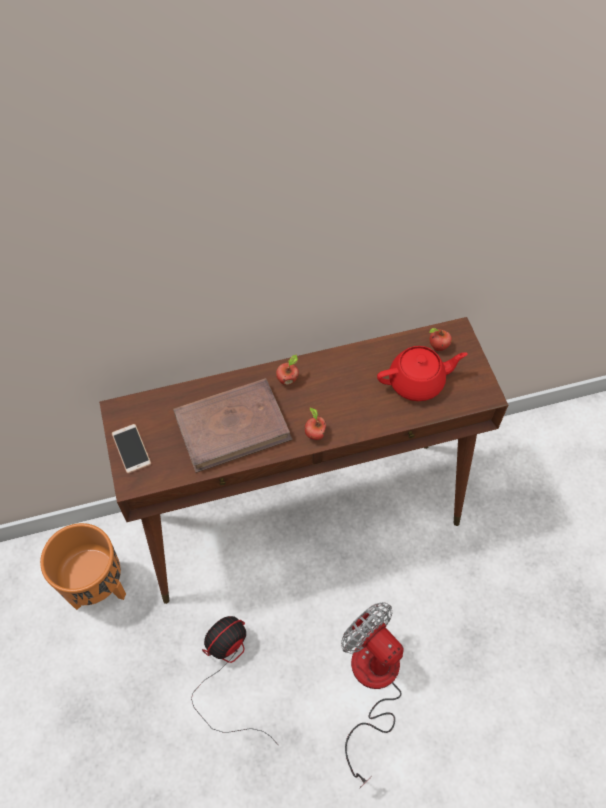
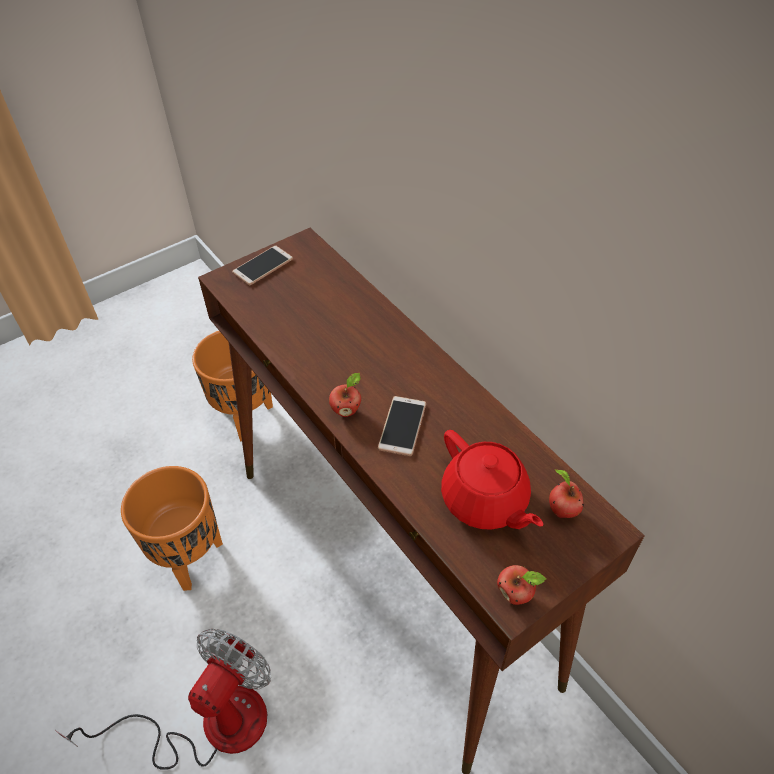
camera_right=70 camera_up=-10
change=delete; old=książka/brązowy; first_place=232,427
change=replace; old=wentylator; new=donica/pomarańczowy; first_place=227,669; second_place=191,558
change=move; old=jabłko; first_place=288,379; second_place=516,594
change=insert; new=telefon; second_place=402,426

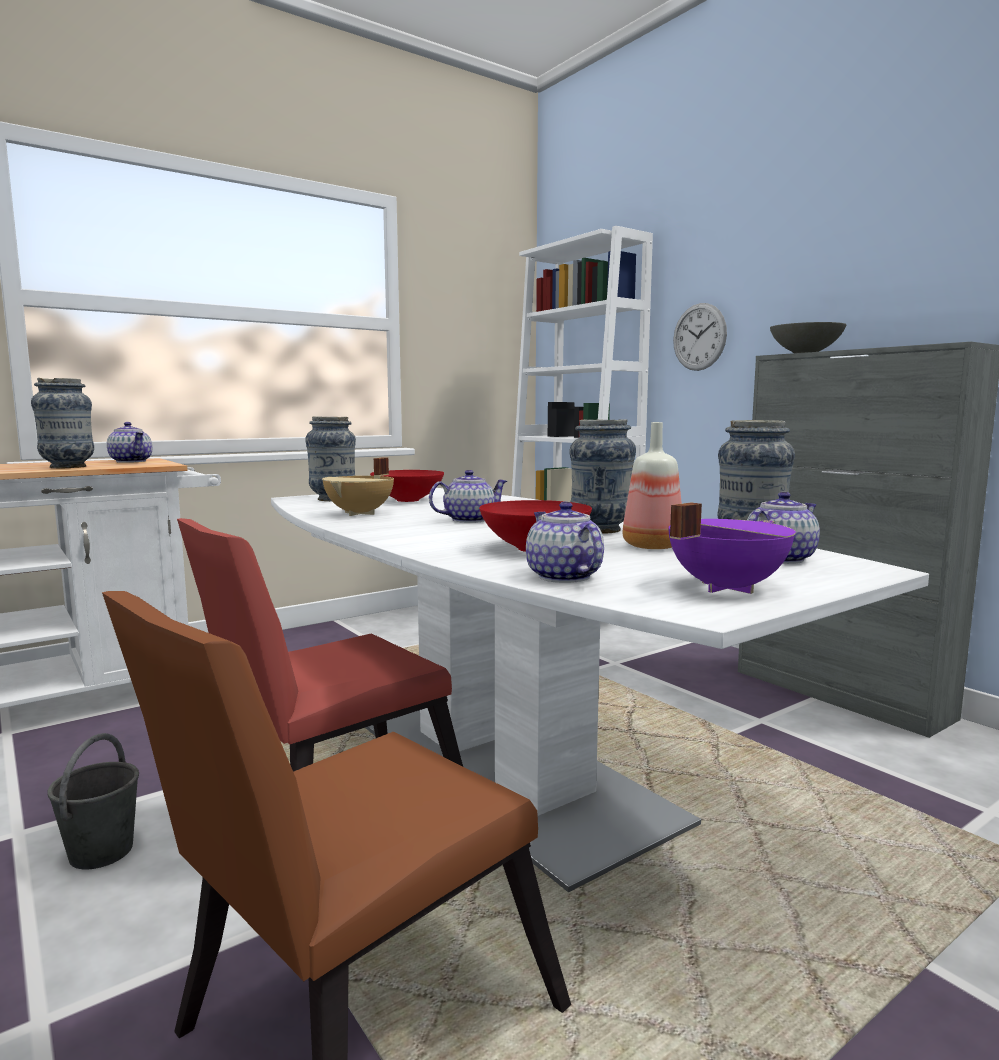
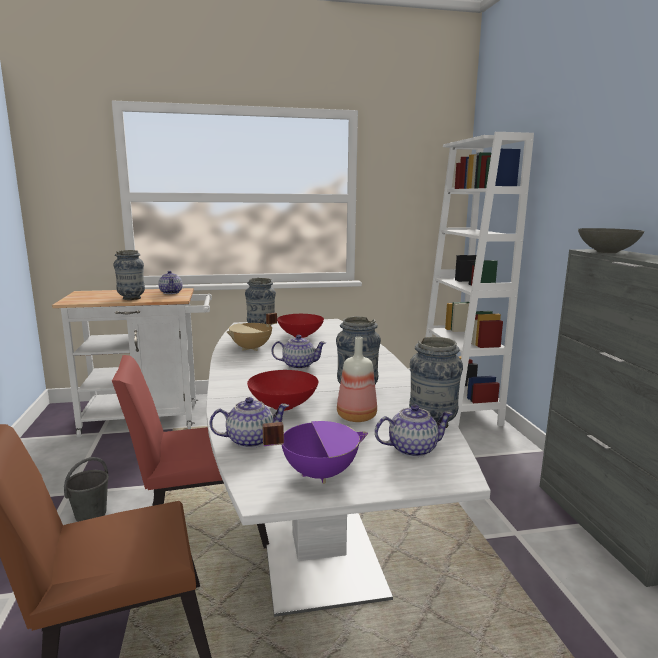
camera_right=25 camera_up=5
change=rotate; old=imbryk; first_place=563,577; second_place=250,440; degrees=75
change=delete; old=zegar ścienny; first_place=699,337

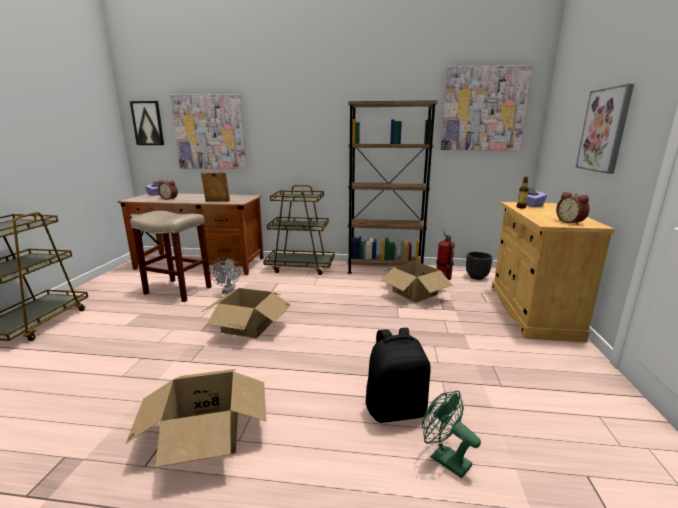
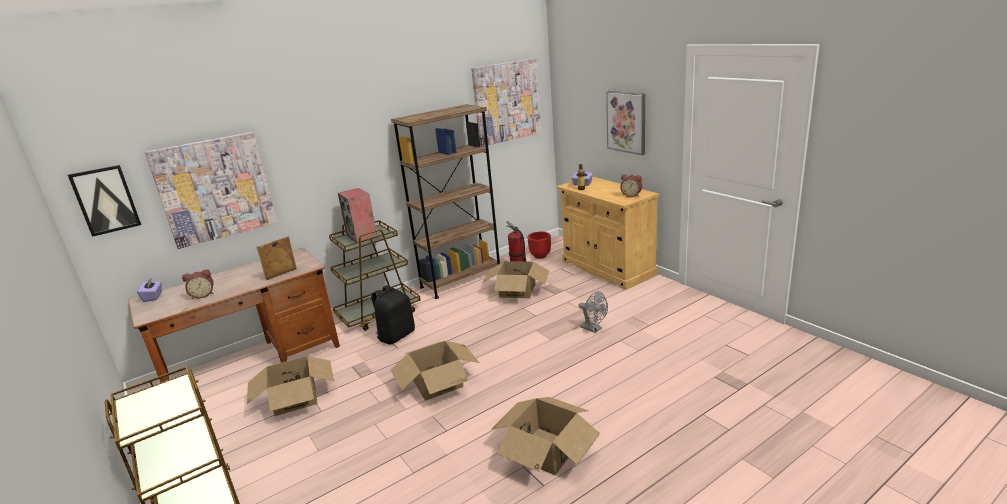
camera_right=-40 camera_up=5
change=replace; old=stołek/beżowy; new=karton; first_place=177,290; second_place=295,398
change=move; old=wentylator/szary; first_place=228,291; second_place=594,329
change=move; old=plecak/czarny; first_place=395,409; second_place=396,336
change=delete; old=wentylator/zielony; first_place=444,459
change=recolor; old=donica/czarny; new=donica/czerwony; first_place=477,277; second_place=540,256
change=insert; new=głośnik; second_place=362,236

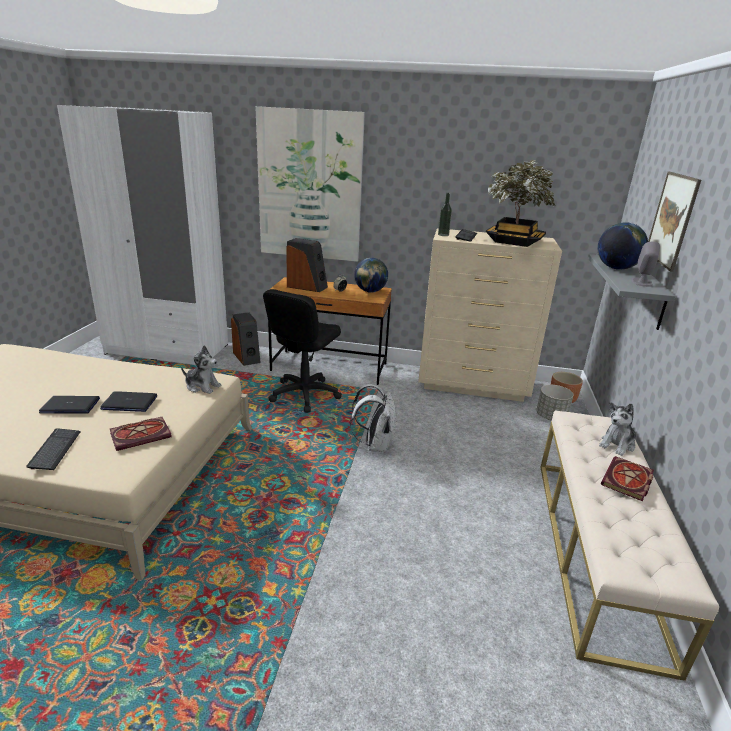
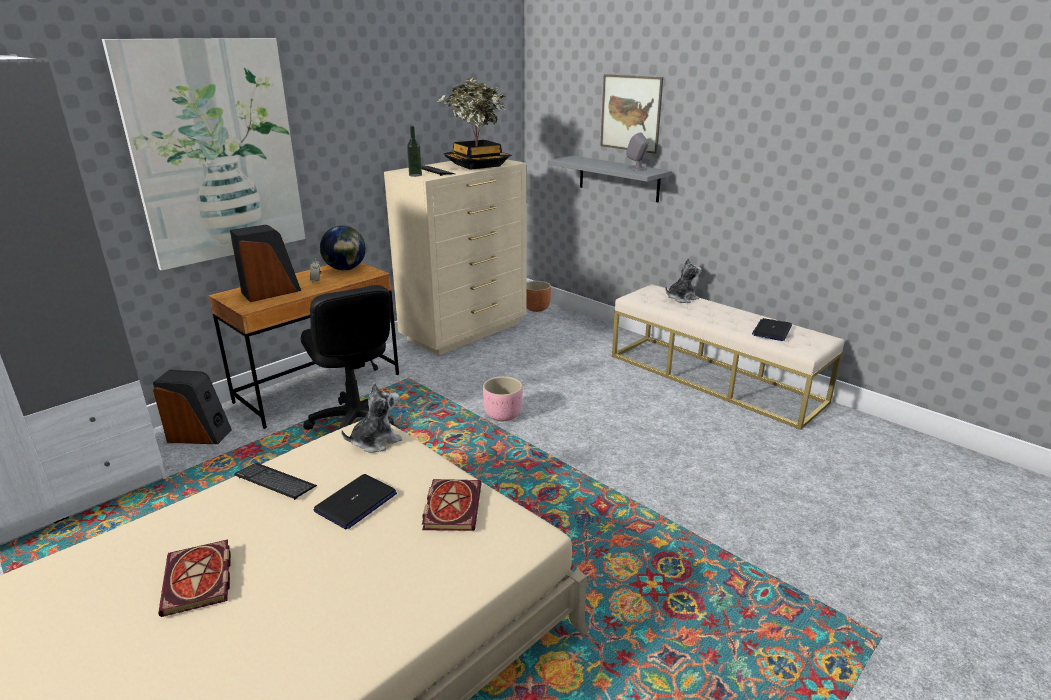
camera_right=-55 camera_up=0
change=move; old=klawiatura; first_place=55,450; second_place=275,482
change=move; old=laptop; first_place=71,406; second_place=772,330
change=replace; old=plecak/biały; new=donica/różowy; first_place=375,445; second_place=502,415
change=delete; old=donica/szary; first_place=551,417
change=delete; old=globus; first_place=616,268
change=rotate; old=pluszak; first_place=617,444; second_place=681,298; degrees=-105
change=move; old=książka; first_place=628,481; second_place=199,581

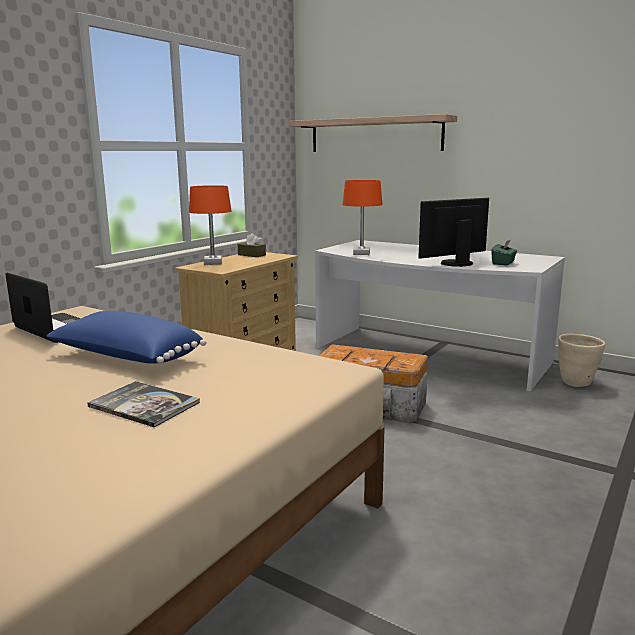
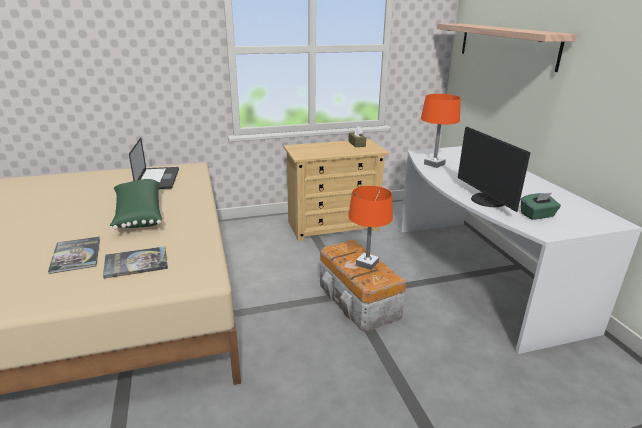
camera_right=40 camera_up=10
change=recolor; old=poduszka/niebieski; new=poduszka/zielony; first_place=126,358; second_place=138,215
change=move; old=lampa stołowa/pomarańczowy; first_place=213,263; second_place=367,263
change=rotate; old=monitor; first_place=455,263; second_place=486,201; degrees=-120
change=delete; old=donica/beżowy; first_place=576,383
change=insert; new=książka; second_place=136,263

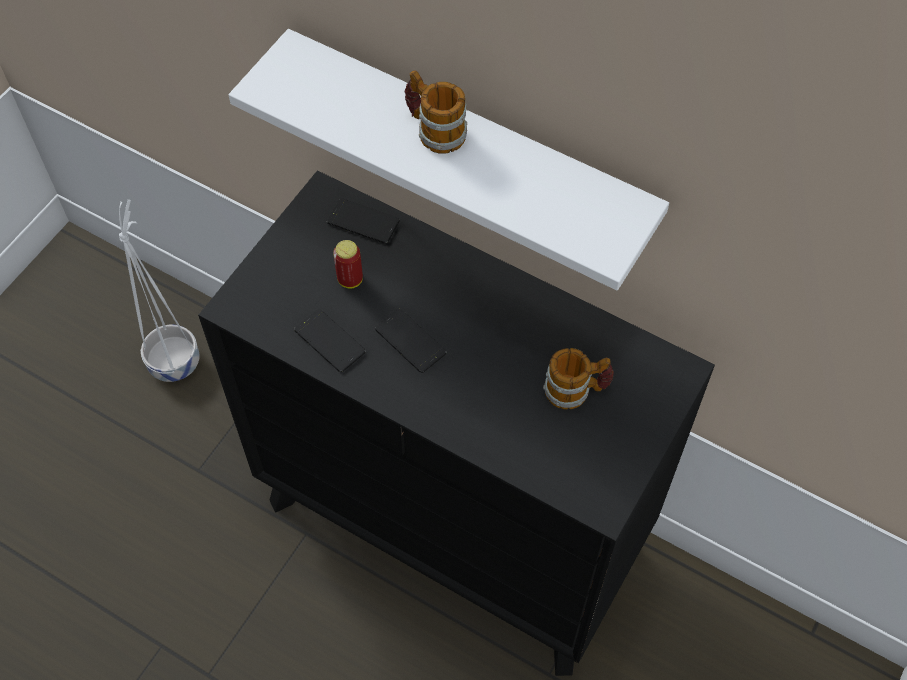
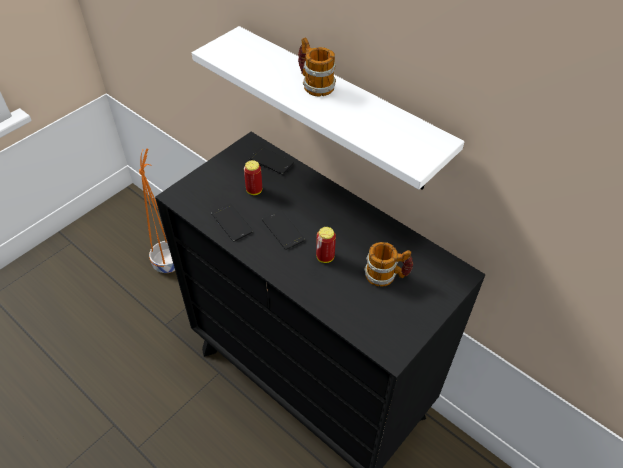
camera_right=10 camera_up=-10
change=recolor; old=donica/biały; new=donica/pomarańczowy; first_place=174,360; second_place=168,262
change=insert; new=puszka; second_place=325,257

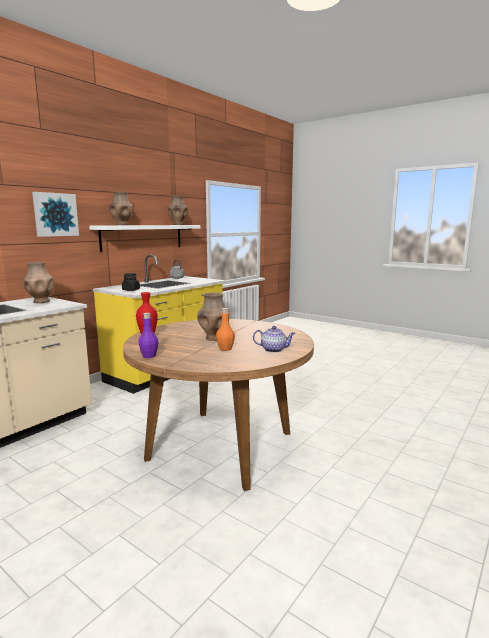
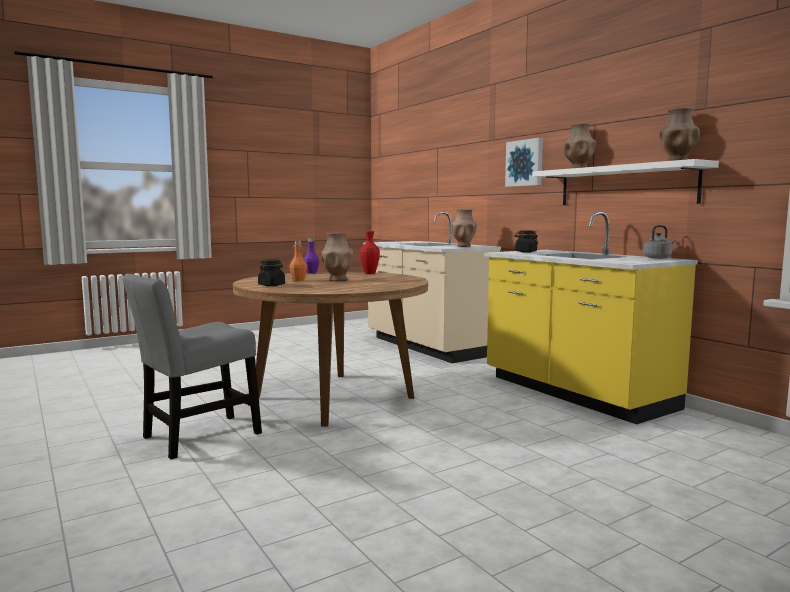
camera_right=110 camera_up=-5
change=replace; old=imbryk; new=słoik/czarny; first_place=274,350; second_place=271,285
change=insert; new=krzesło/szary; second_place=196,437

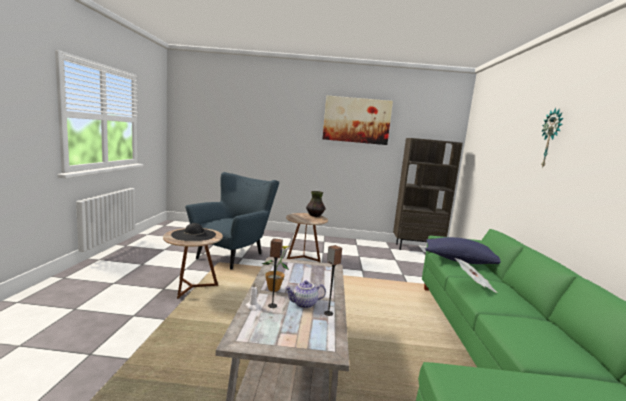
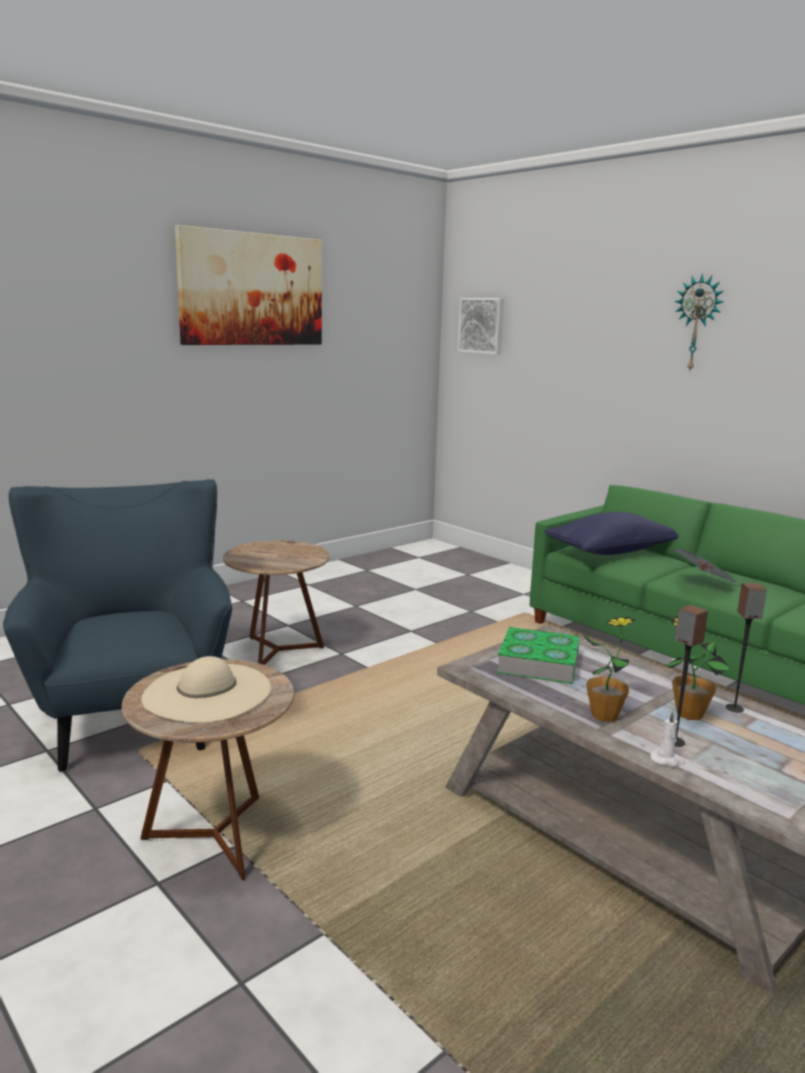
camera_right=-45 camera_up=5
change=recolor; old=kapelusz/czarny; new=kapelusz/beżowy; first_place=193,235; second_place=207,692
change=replace; old=imbryk; new=roślina doniczkowa; first_place=304,304; second_place=689,714
change=delete; old=wazon; first_place=315,215
change=delete; old=regał/brązowy; first_place=417,248
change=insert; new=obraz; second_place=482,325
change=insert; new=książka; second_place=538,662

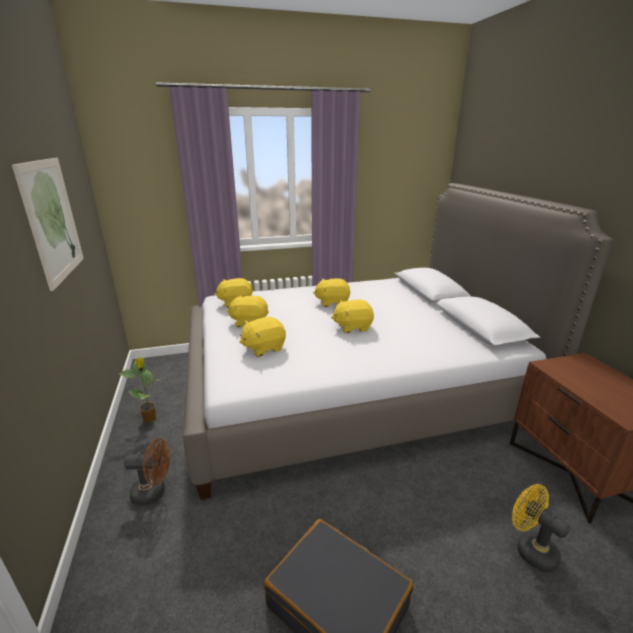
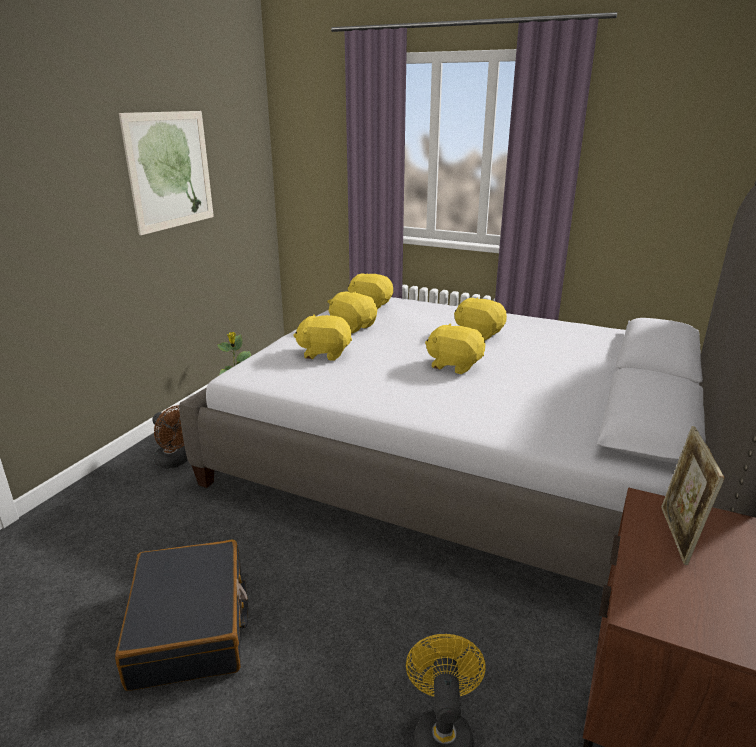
camera_right=40 camera_up=0
change=insert; new=ramka na zdjęcie; second_place=678,536

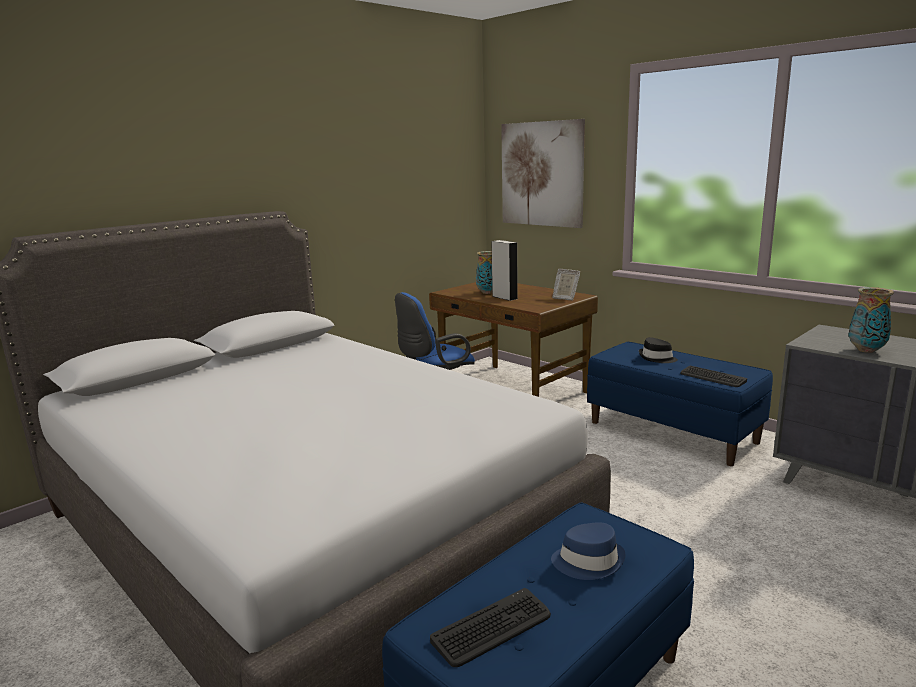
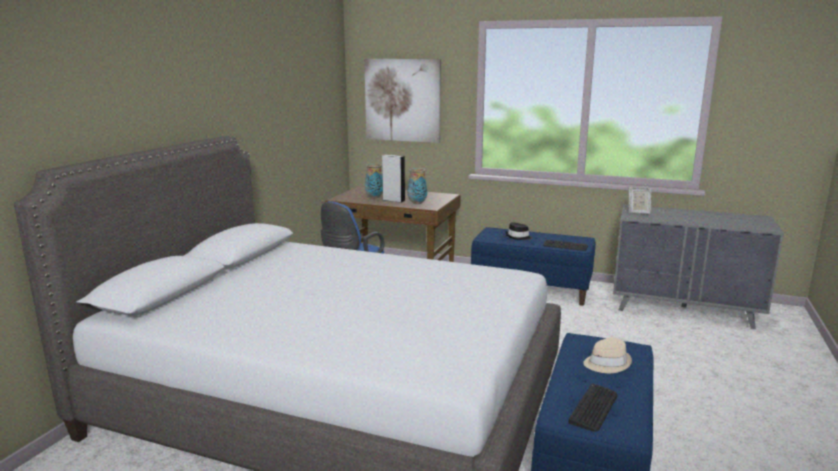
camera_right=-25 camera_up=0
change=recolor; old=kapelusz/niebieski; new=kapelusz/beżowy; first_place=588,561; second_place=606,363
change=move; old=ramka na zdjęcie; first_place=565,298; second_place=638,212
change=move; old=wazon; first_place=866,350; second_place=417,203

